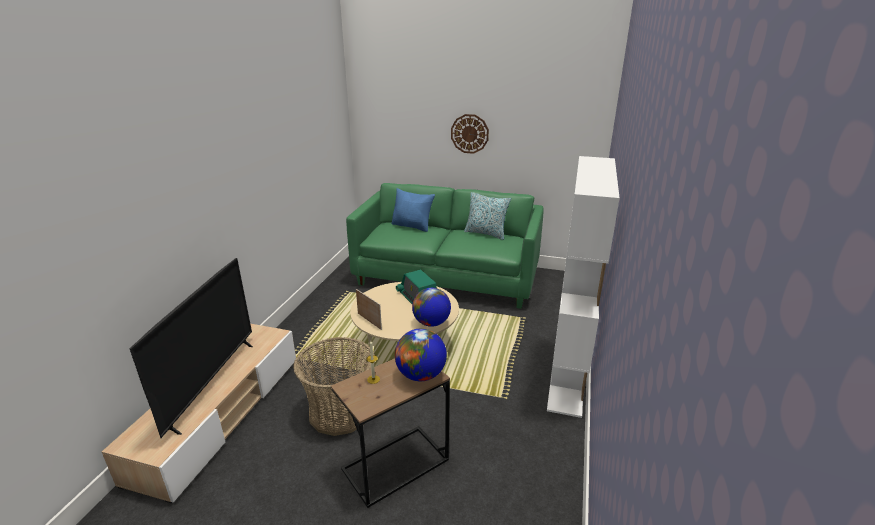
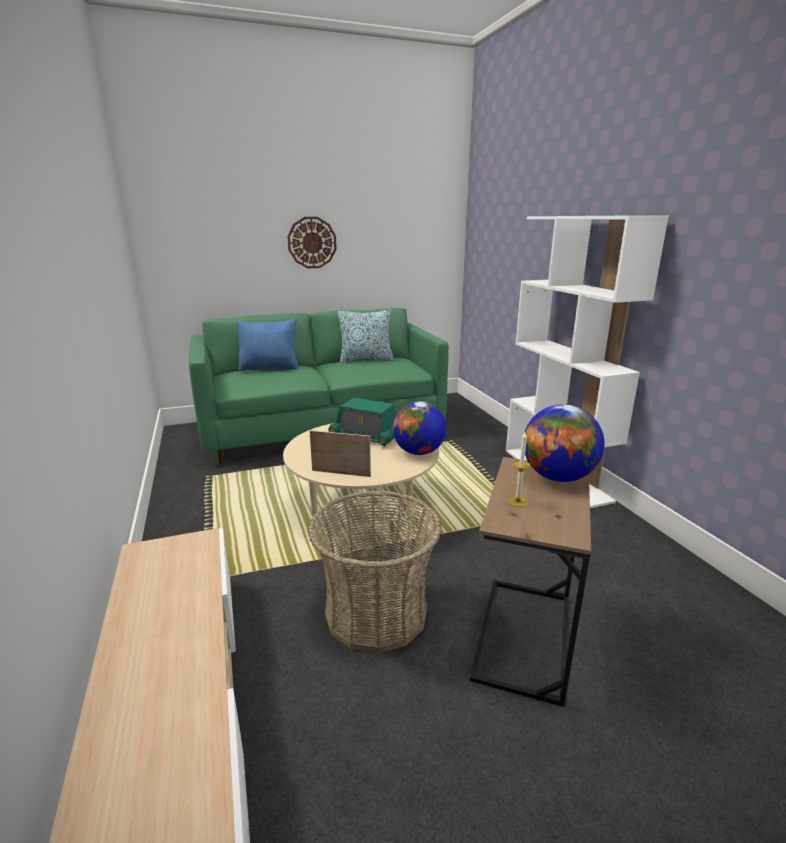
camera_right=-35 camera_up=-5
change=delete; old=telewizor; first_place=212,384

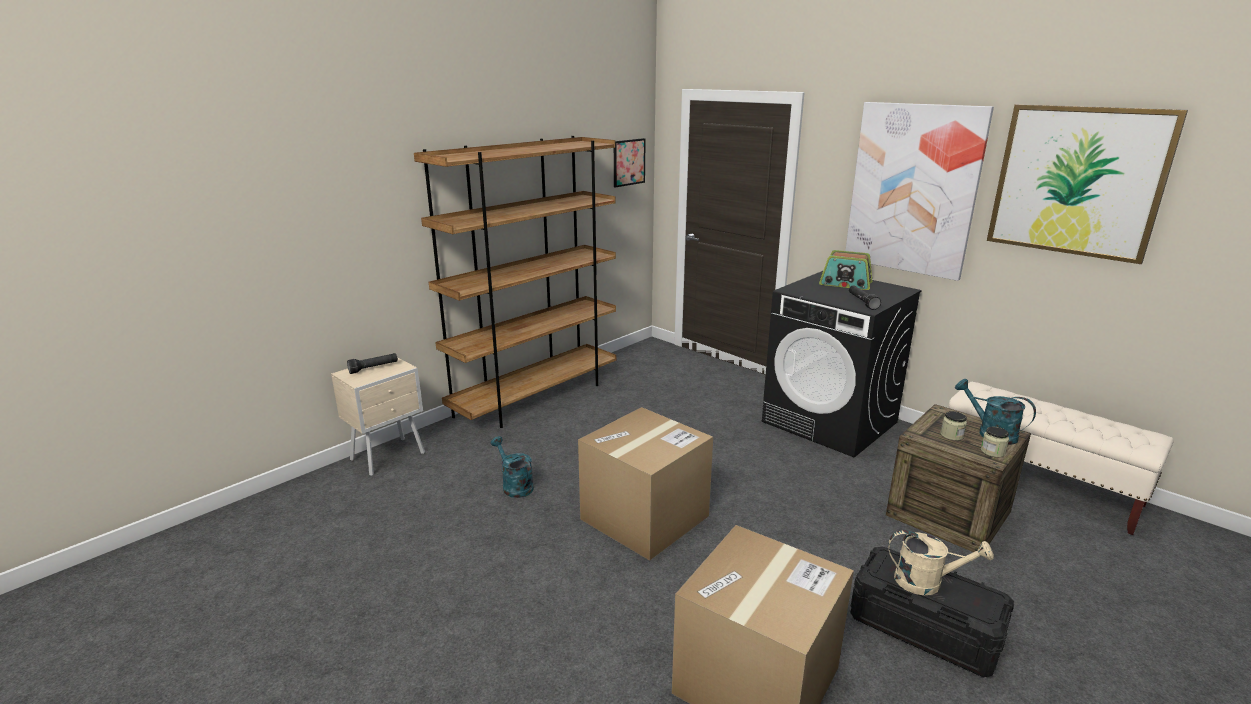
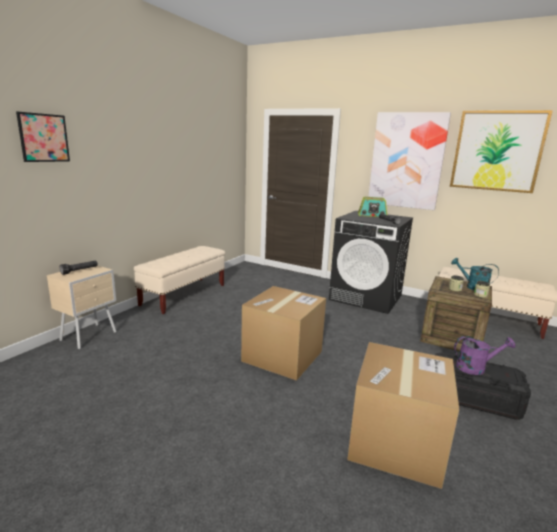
camera_right=-15 camera_up=-5
change=replace; old=regał/brązowy; new=ławka/beżowy; first_place=536,397; second_place=184,295
change=delete; old=konewka/turkusowy; first_place=514,486
change=move; old=obraz; first_place=629,162; second_place=44,138
change=recolor; old=konewka/beżowy; new=konewka/fioletowy; first_place=927,582; second_place=475,368

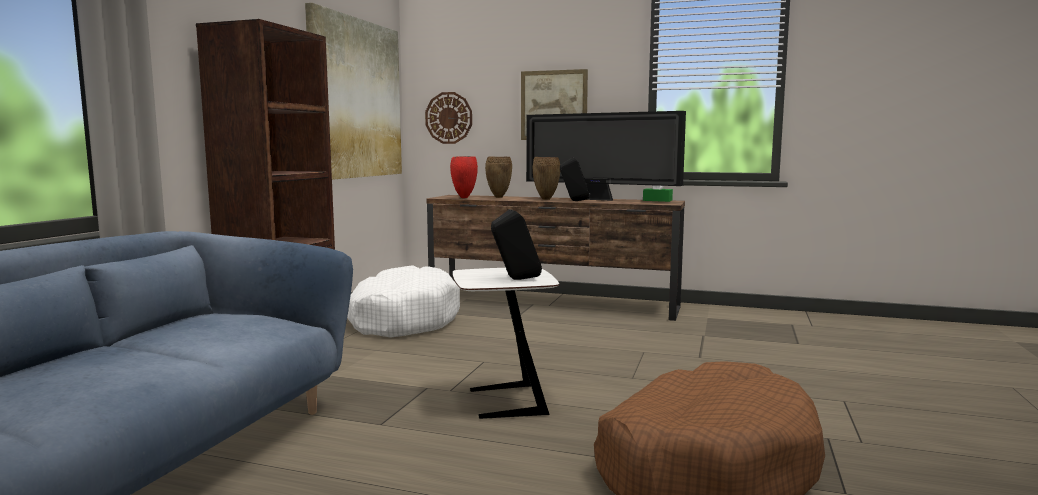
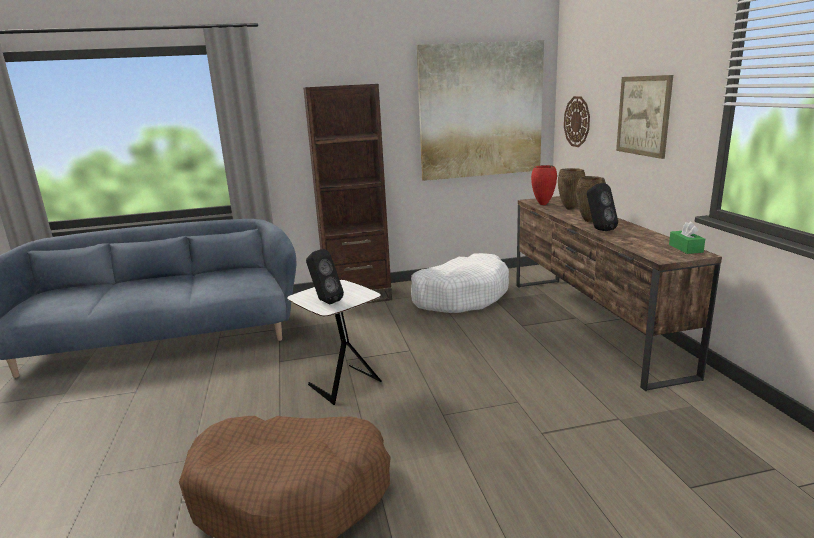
camera_right=60 camera_up=10
change=delete; old=telewizor; first_place=599,199

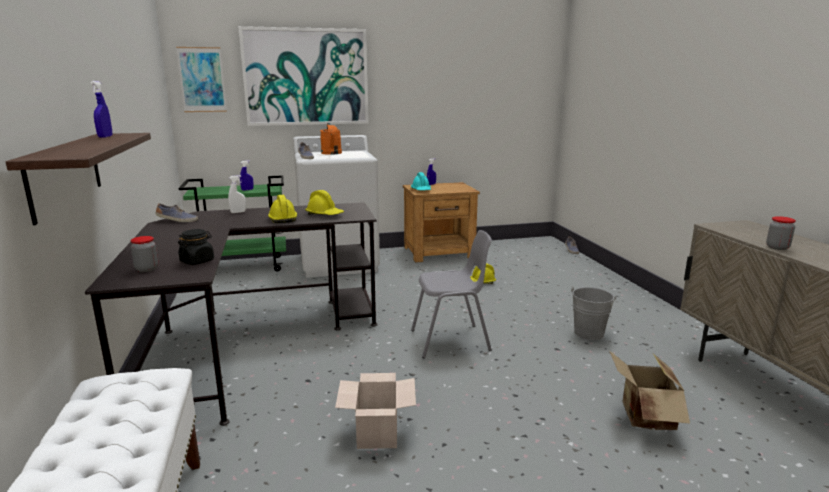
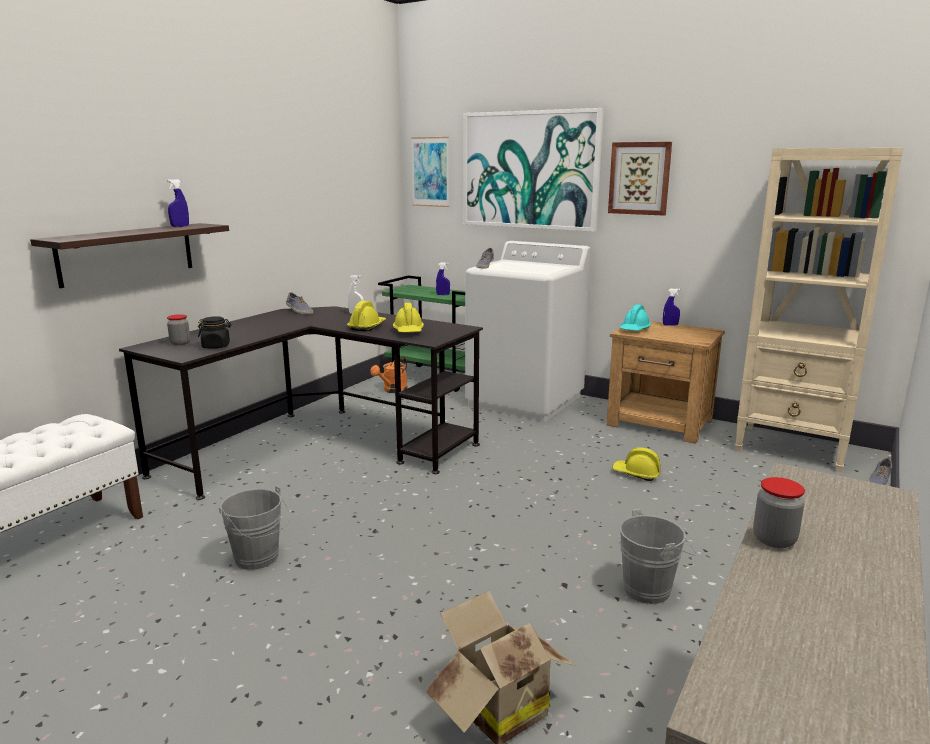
camera_right=45 camera_up=0
change=move; old=konewka/pomarańczowy; first_place=332,153; second_place=392,390
change=replace; old=karton; new=wiadro/szary; first_place=376,432; second_place=259,560
change=delete; old=krzesło/szary; first_place=451,341
change=insert; new=obraz; second_place=639,178
change=insert; new=regał/beżowy; second_place=792,448

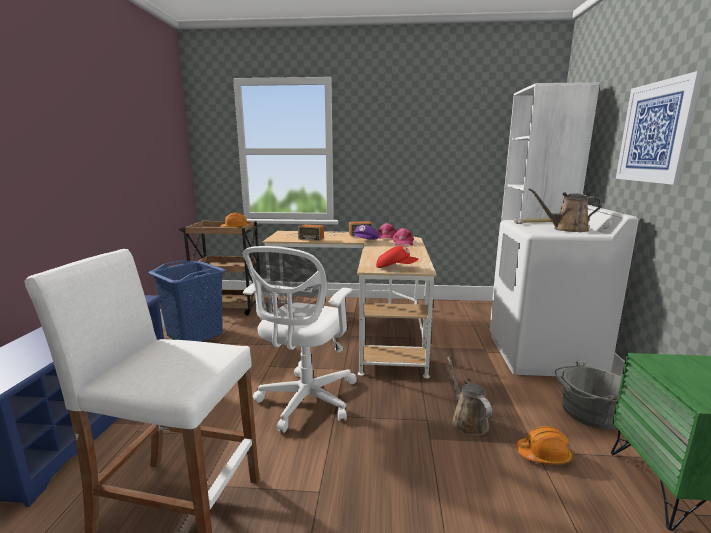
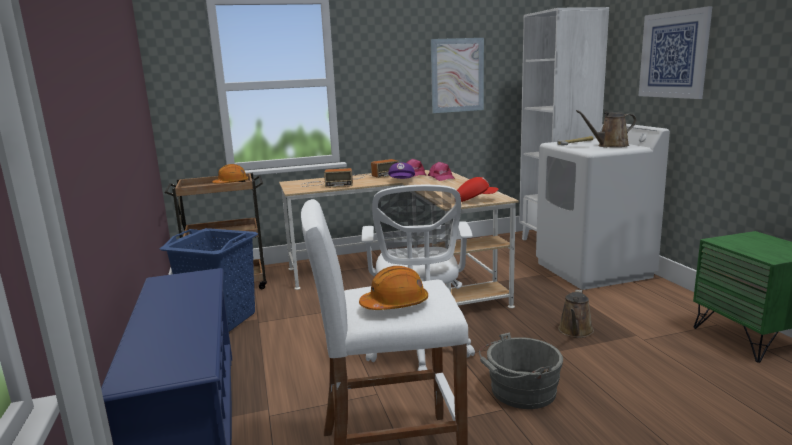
camera_right=-20 camera_up=0
change=rotate; old=konewka/brązowy; first_place=467,420; second_place=575,331; degrees=-120
change=move; old=kask/pomarańczowy; first_place=544,455; second_place=395,304
change=move; old=wiadro/szary; first_place=588,412; second_place=519,391
change=insert; new=obraz; second_place=457,75

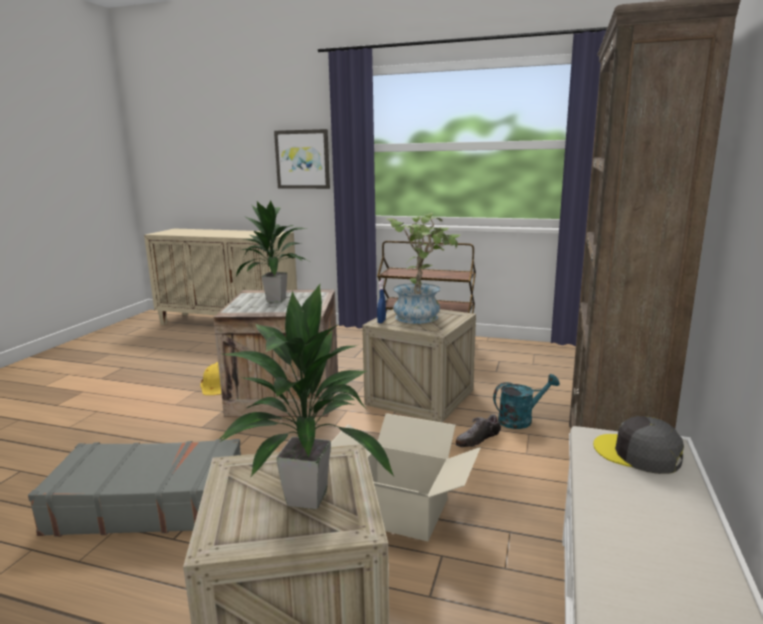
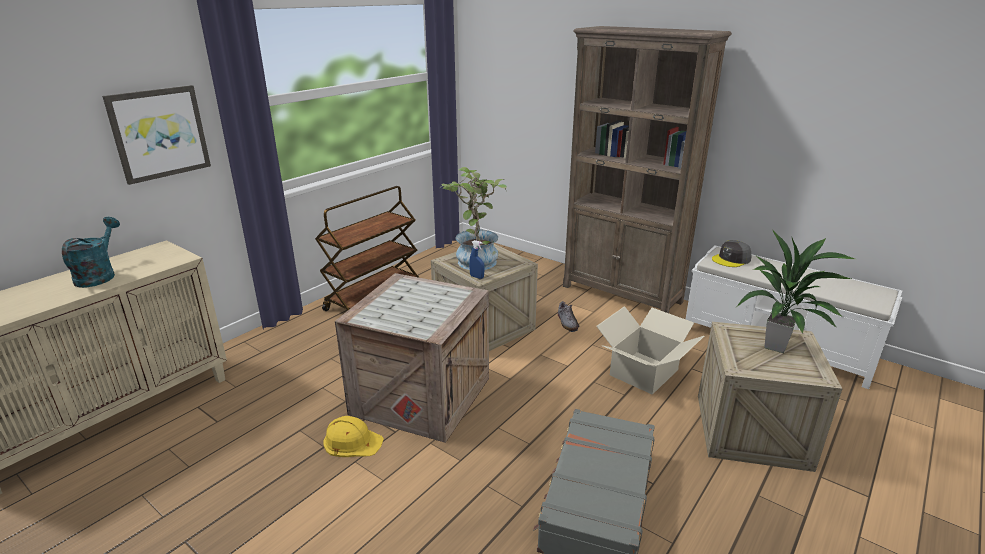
camera_right=-70 camera_up=10
change=delete; old=roślina doniczkowa; first_place=277,300
change=move; old=konewka/turkusowy; first_place=520,420; second_place=99,275

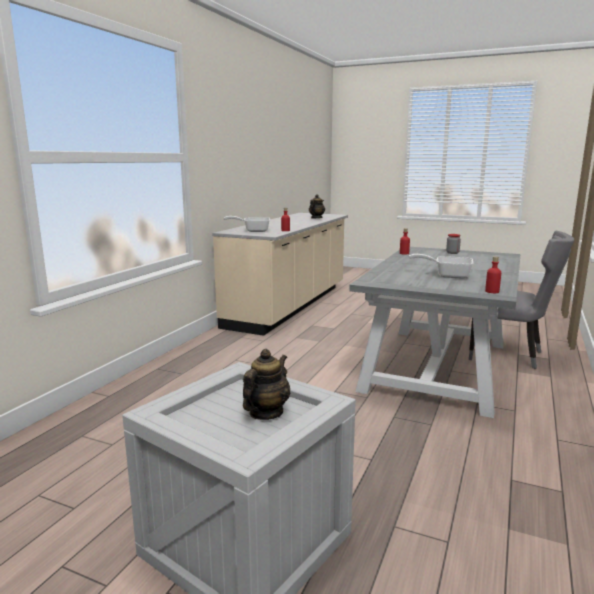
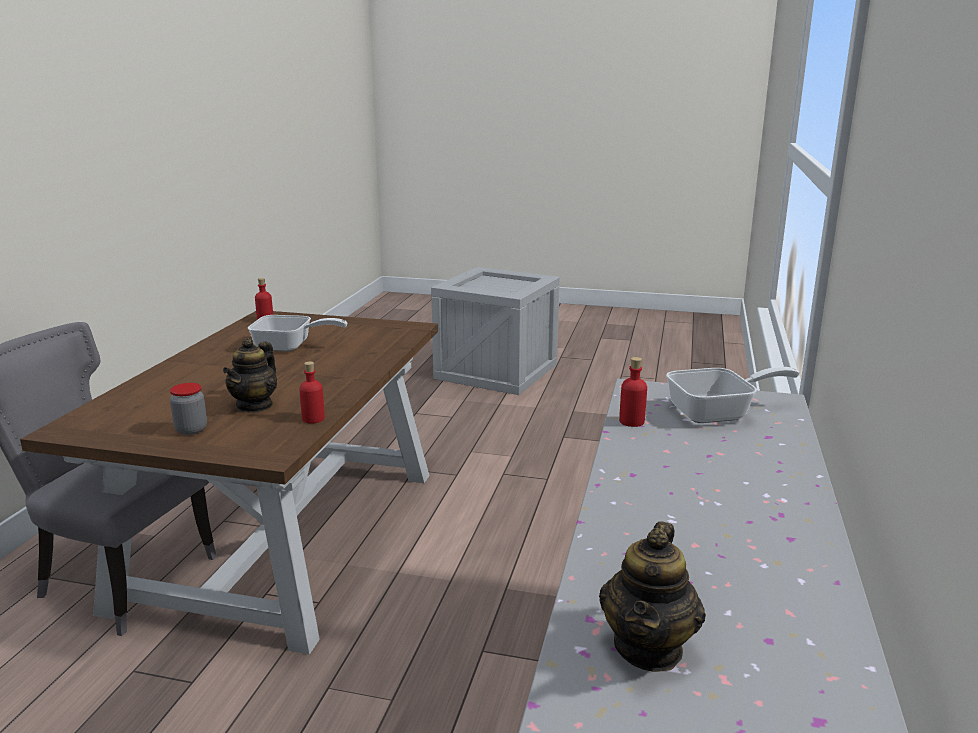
camera_right=170 camera_up=5
change=move; old=imbryk; first_place=266,413; second_place=255,405
change=recolor; old=stół jadalny/szary; new=stół jadalny/brązowy; first_place=437,365; second_place=285,536

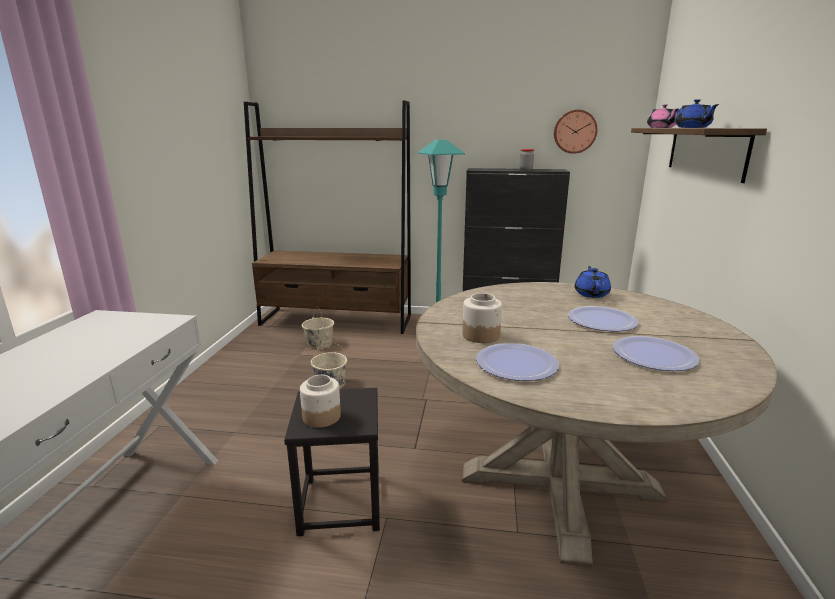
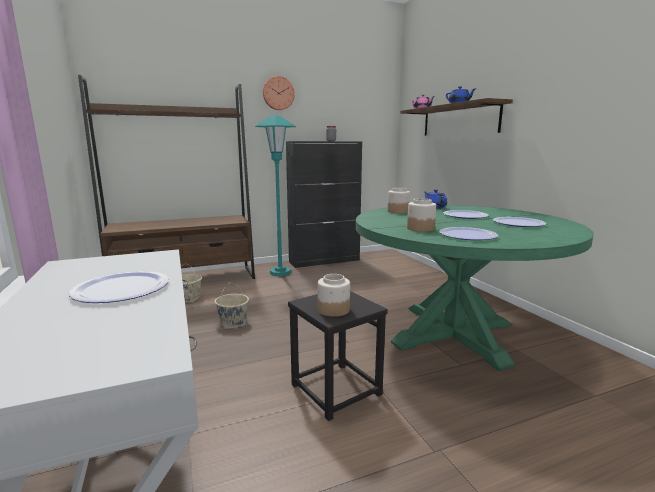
camera_right=-30 camera_up=-5
change=recolor; old=stół jadalny/beżowy; new=stół jadalny/zielony; first_place=559,483; second_place=453,333
change=move; old=zegar ścienny; first_place=574,131; second_place=278,93
change=insert; new=talerz; second_place=121,289
change=insert; new=słoik; second_place=398,211

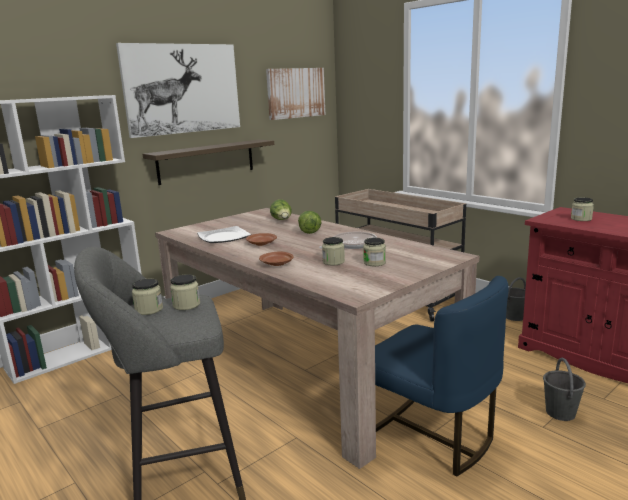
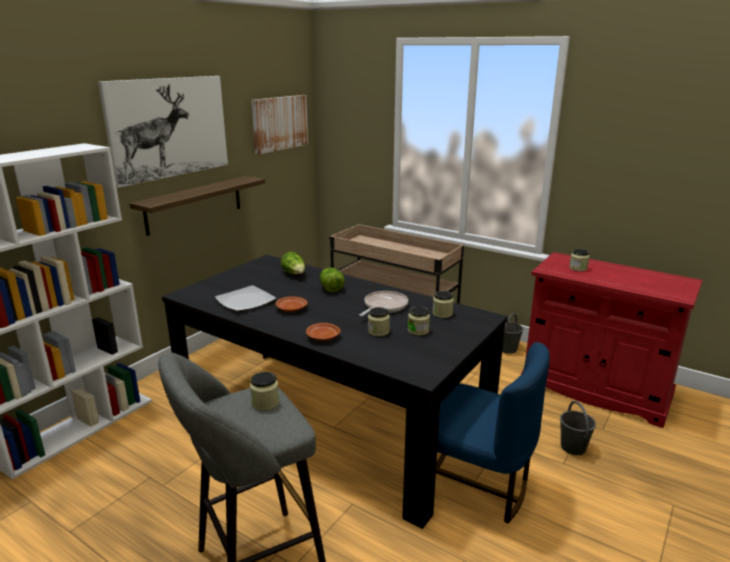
camera_right=-15 camera_up=5
change=move; old=słoik; first_place=149,309; second_place=442,313
change=recolor; old=stół jadalny/beżowy; new=stół jadalny/czarny; first_place=304,364; second_place=331,420

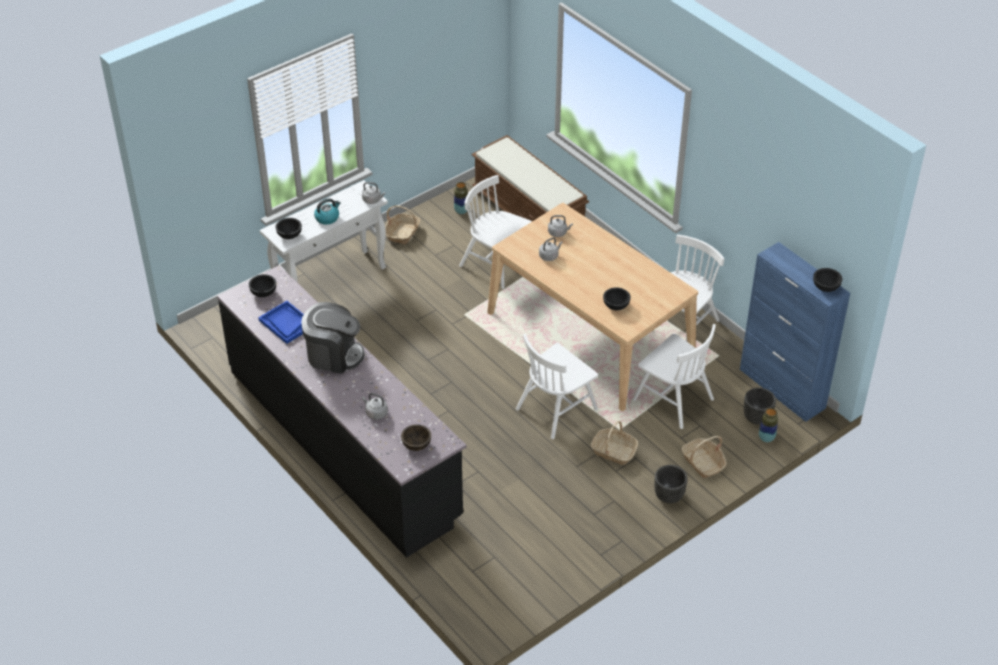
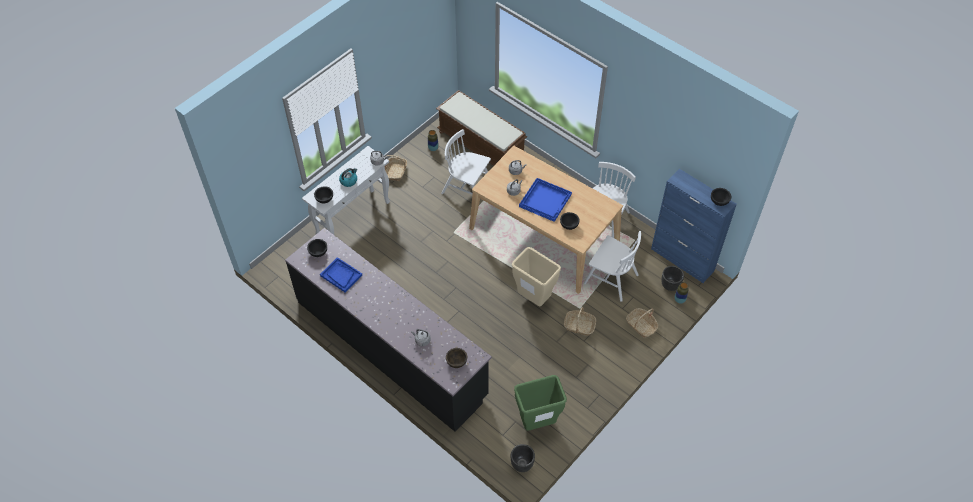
camera_right=-10 camera_up=10
change=delete; old=ekspres do kawy; first_place=334,355
change=replace; old=krzesło/biały; new=kosz na śmieci/beżowy; first_place=556,409; second_place=533,298
change=move; old=donica/czarny; first_place=668,496; second_place=522,464
change=insert; new=kosz na śmieci/zielony; second_place=537,422
change=insert; new=taca/niebieski; second_place=546,200

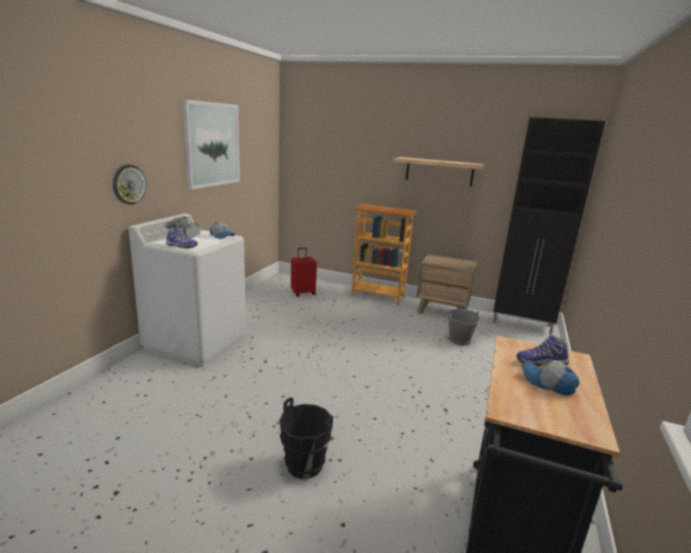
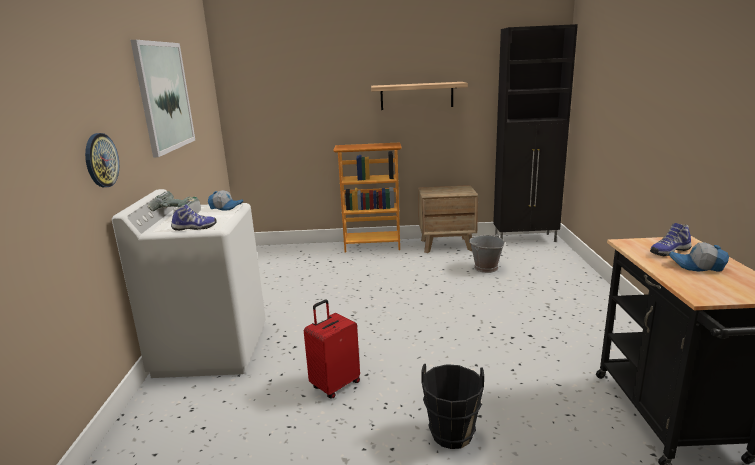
camera_right=-20 camera_up=0
change=move; old=walizka/czerwony; first_place=303,293; second_place=335,385

